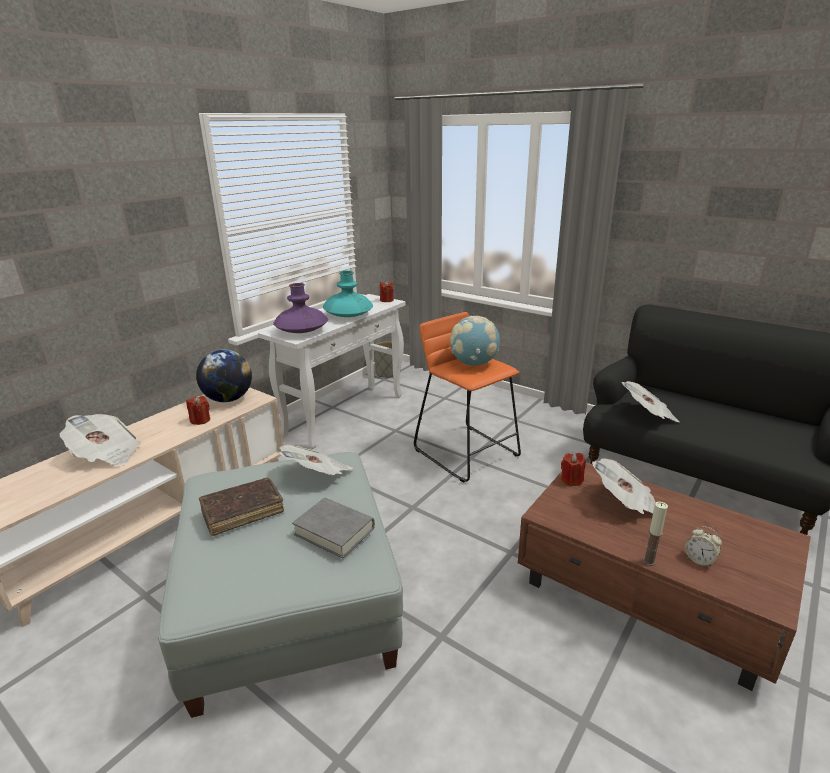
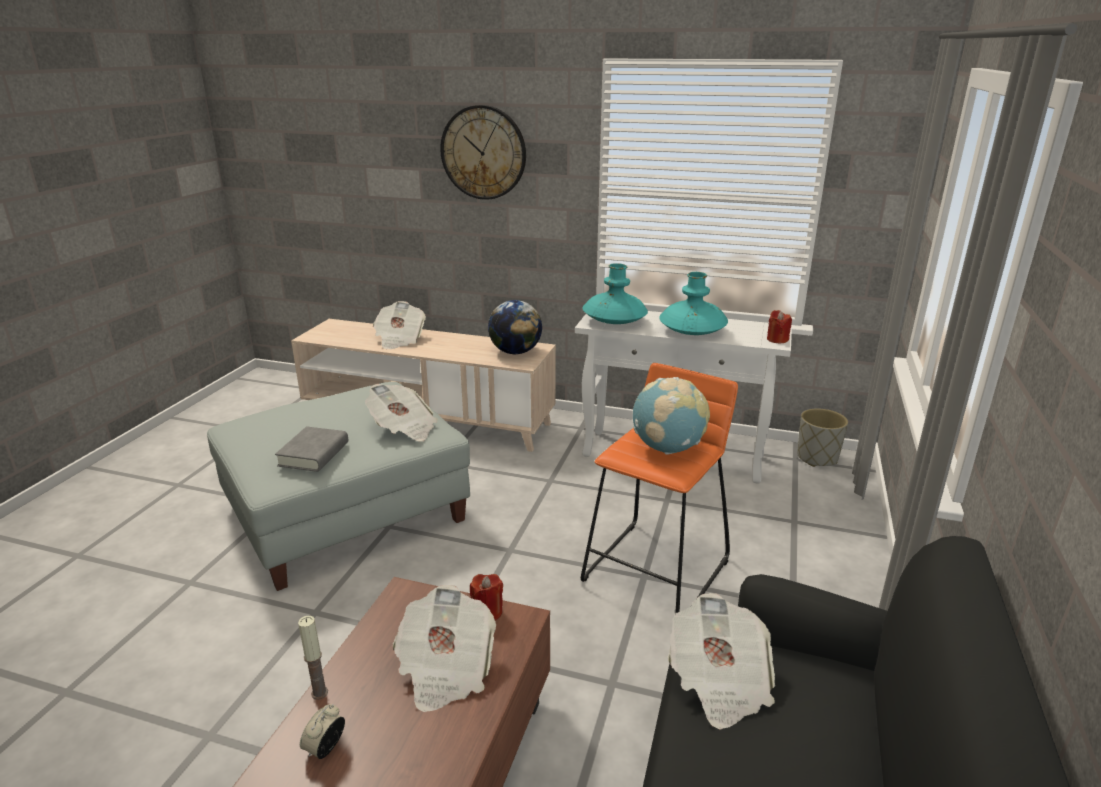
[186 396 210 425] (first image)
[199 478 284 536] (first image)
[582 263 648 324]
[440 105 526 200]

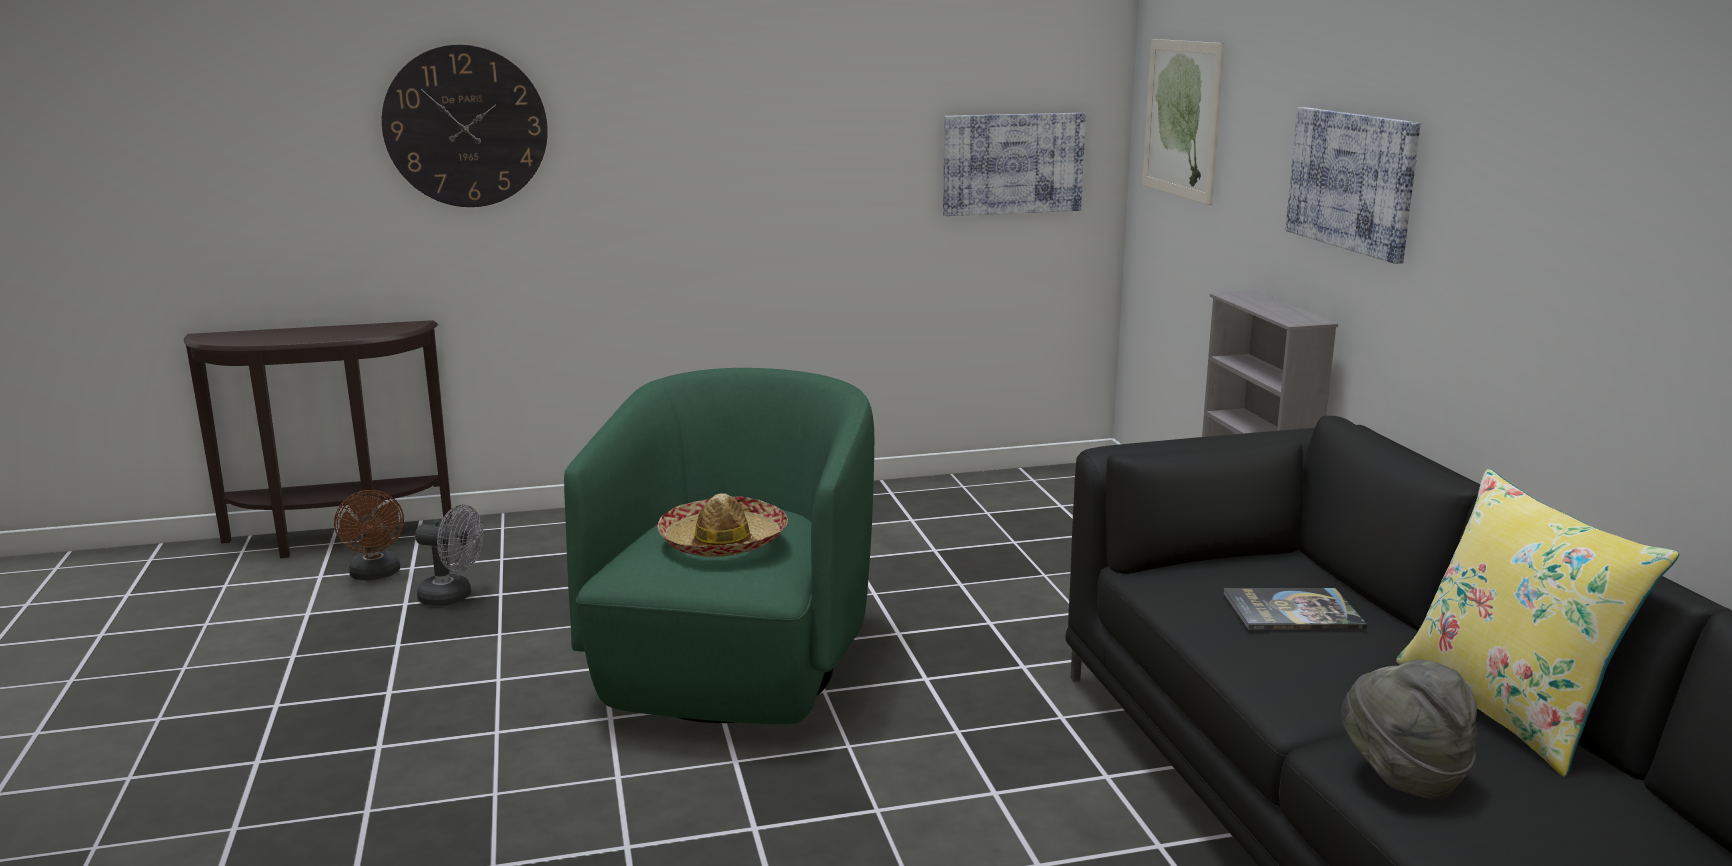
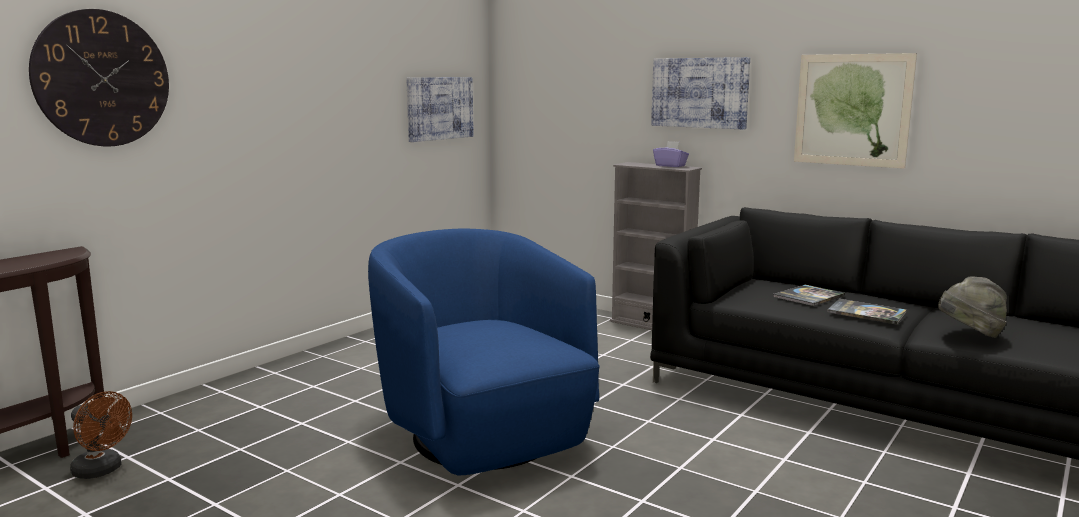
[415 504 484 606] (first image)
[368 229 600 476]
[657 493 788 557] (first image)
[794 53 917 169]
[1396 469 1679 777] (first image)
[653 141 689 167]
[827 299 907 325]

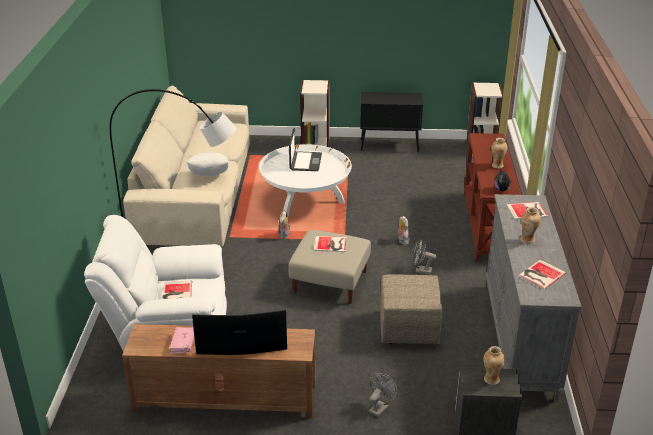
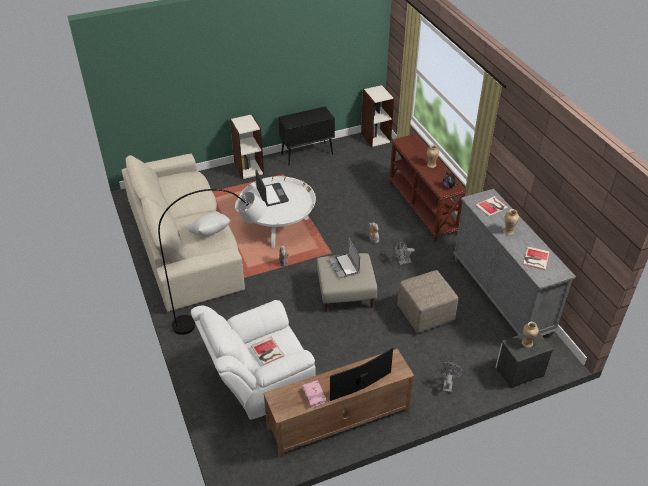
[328 238 360 278]

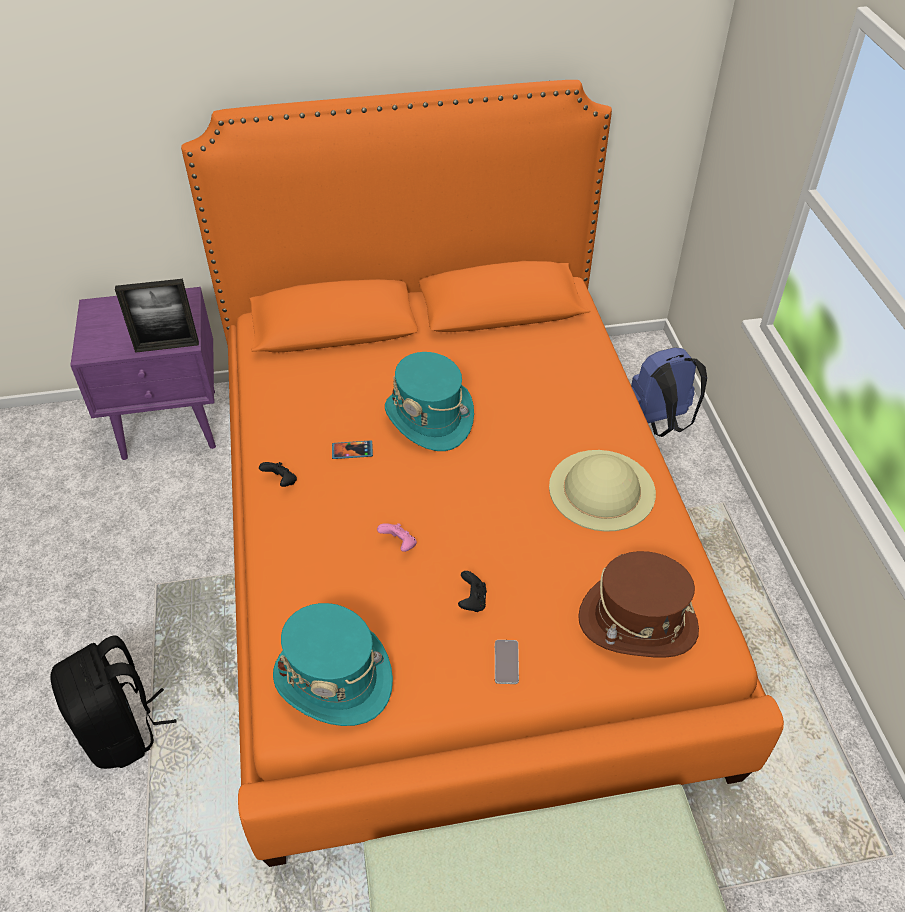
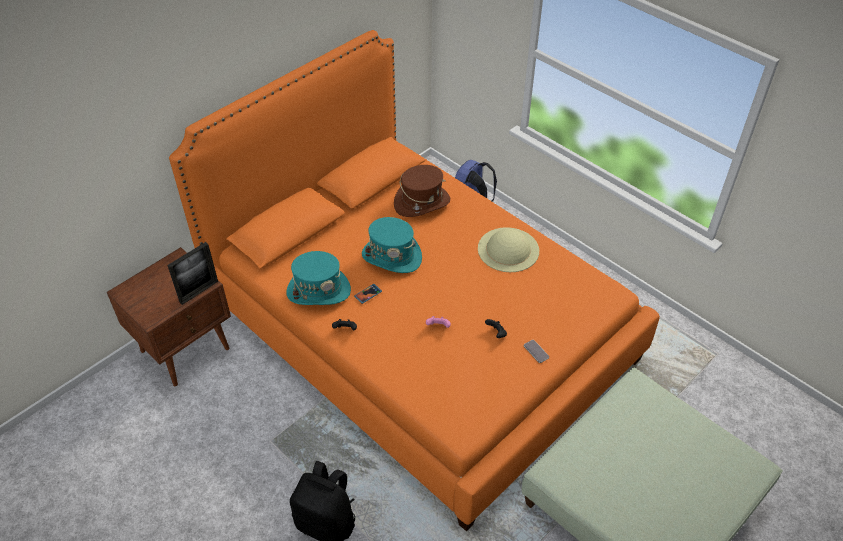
[107 247 231 386]
[286 251 351 305]
[394 165 450 217]

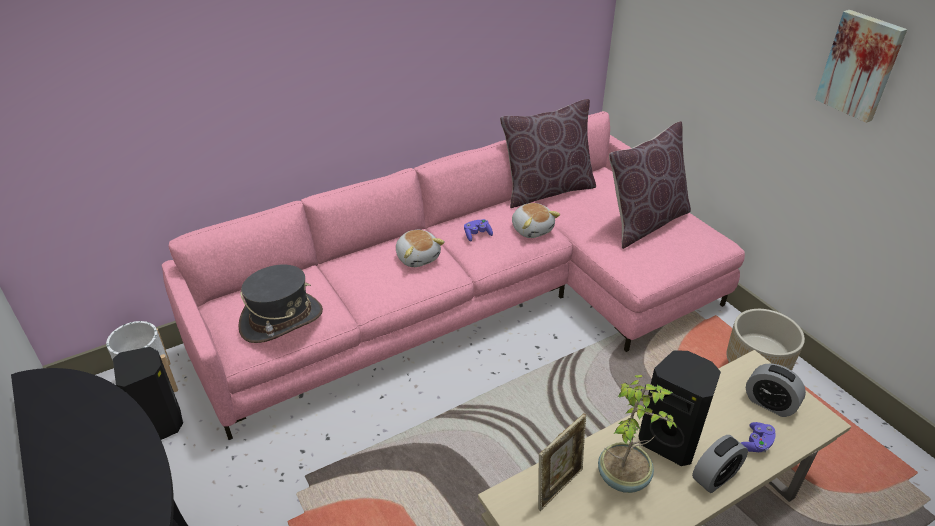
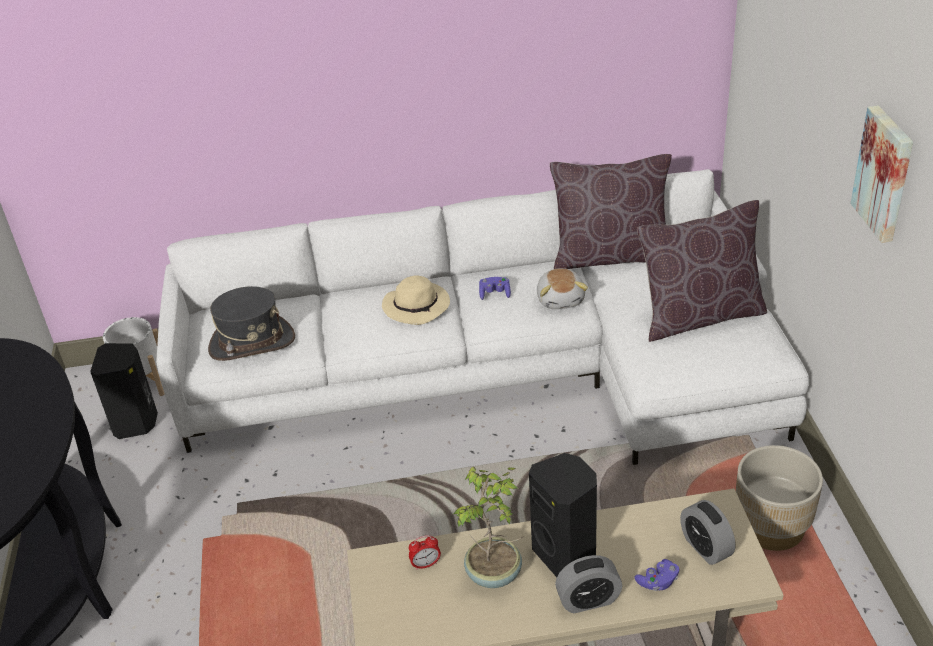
[156 169 809 465]
[382 275 450 325]
[409 535 441 570]

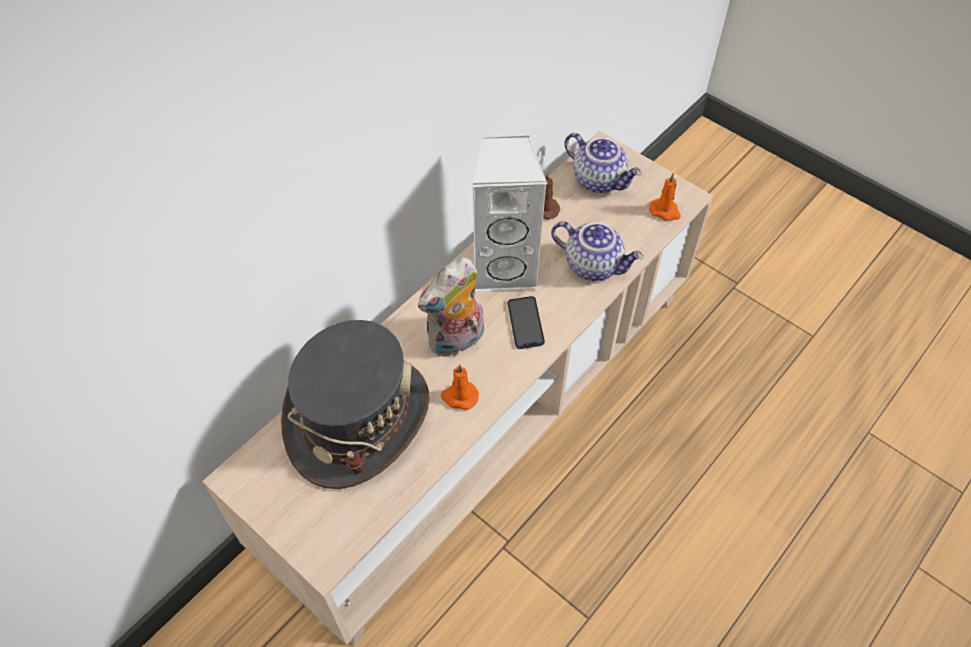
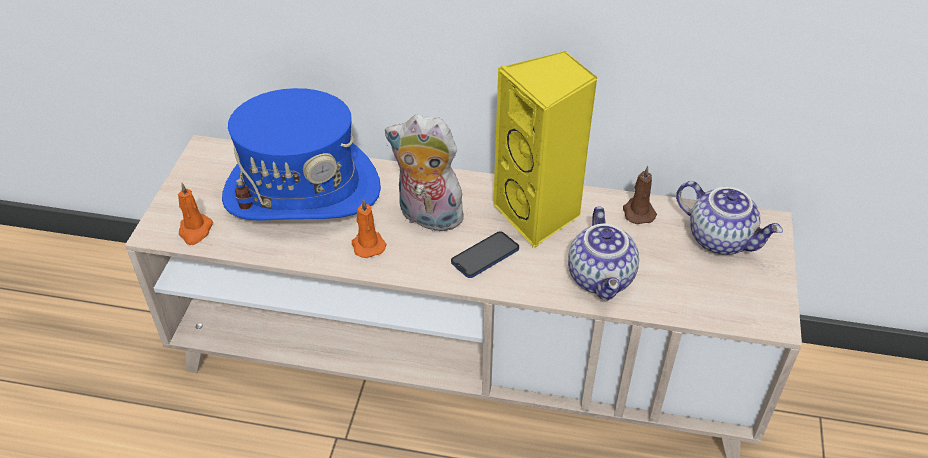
[222 88 381 221]
[493 51 598 248]
[676 181 783 255]
[178 183 213 245]

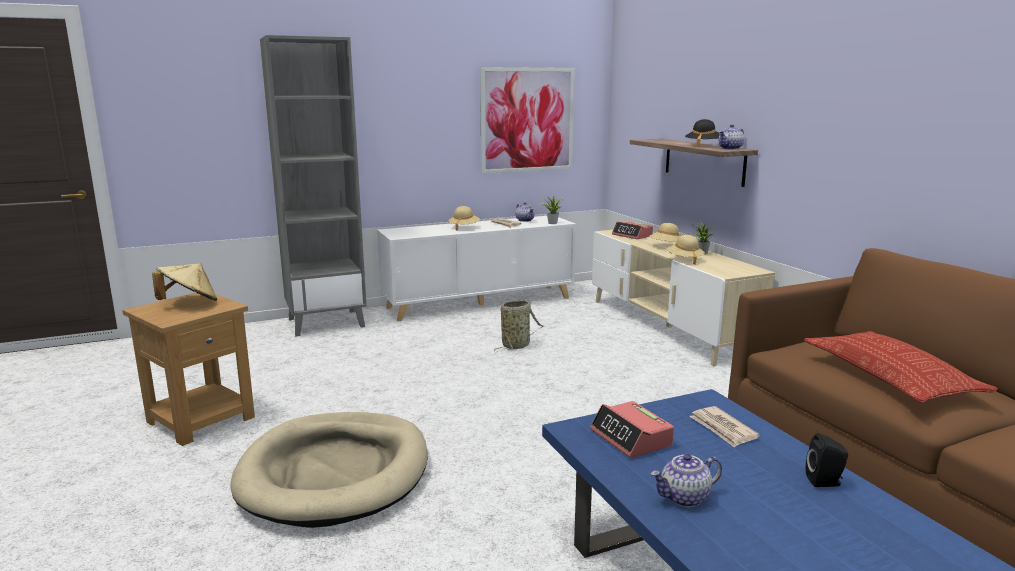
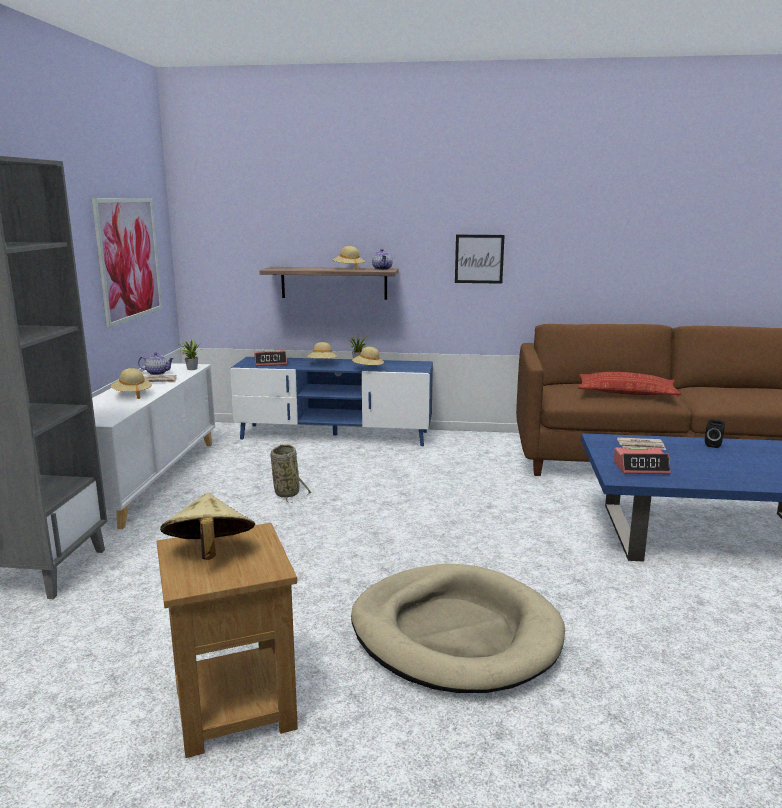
[230 357 433 446]
[651 454 722 507] (first image)
[333 246 365 270]
[455 235 505 284]

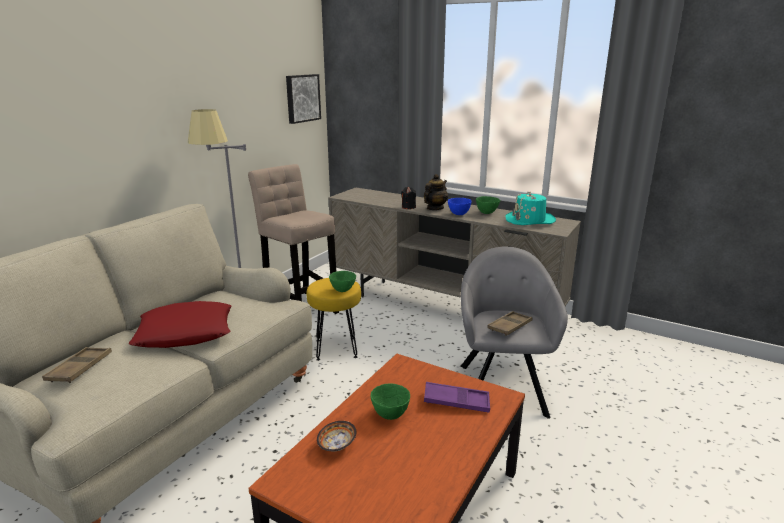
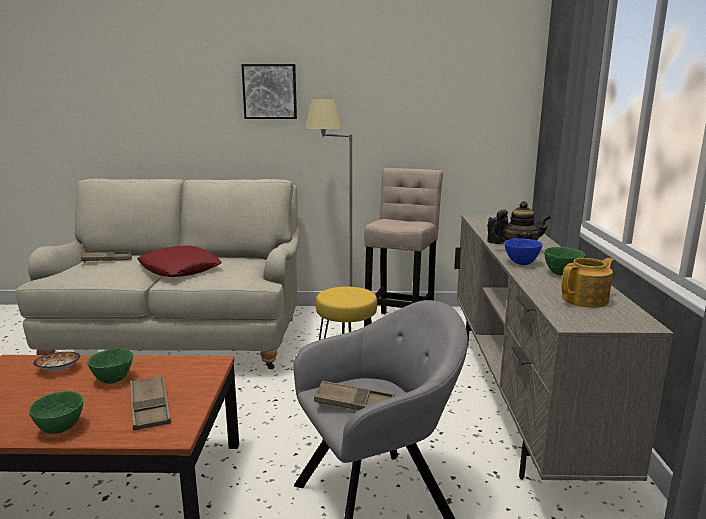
[241 64 297 119]
[29 391 83 434]
[130 376 171 431]
[561 258 614 308]

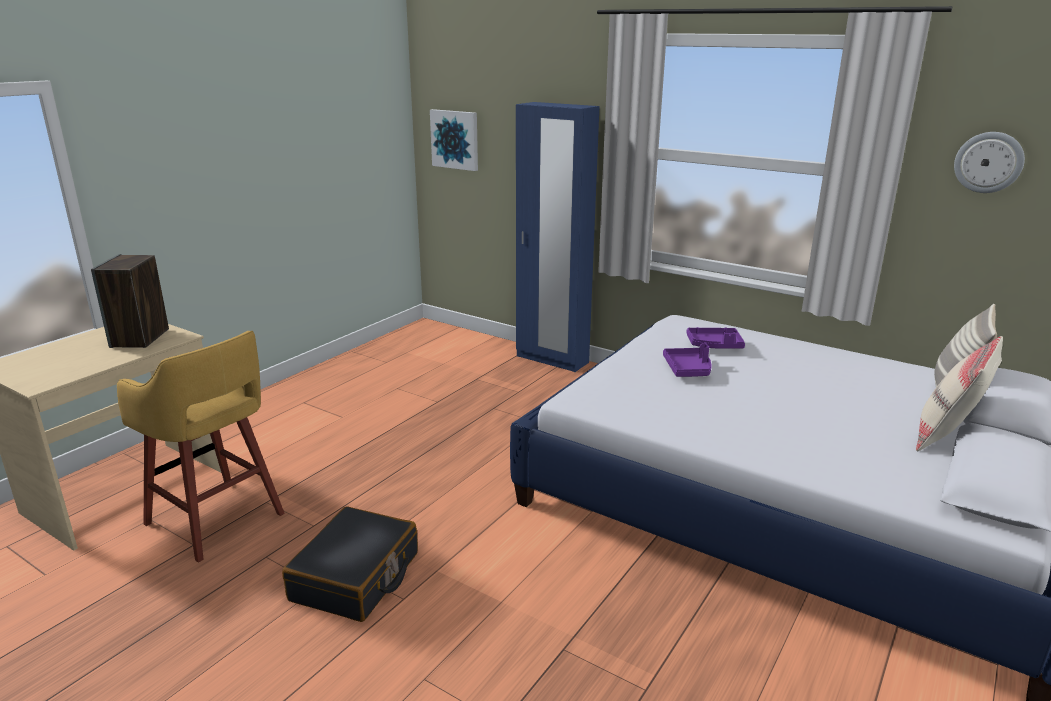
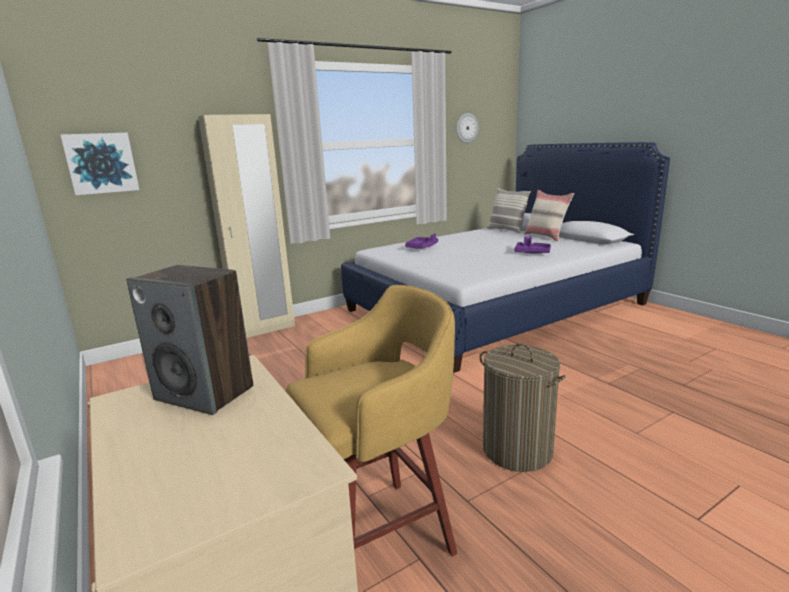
[480 343 566 472]
[198 114 295 338]
[514 236 551 253]

